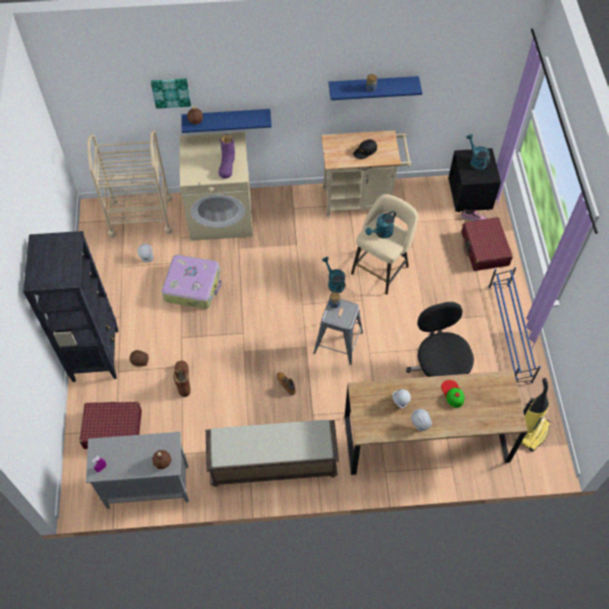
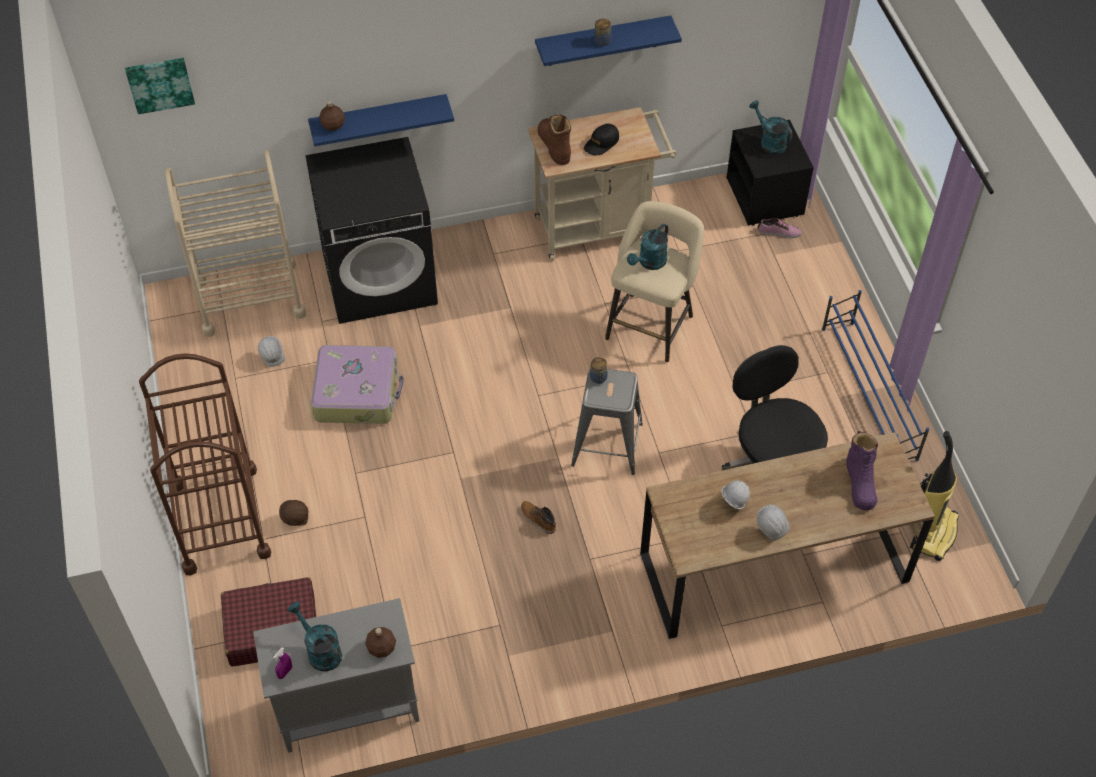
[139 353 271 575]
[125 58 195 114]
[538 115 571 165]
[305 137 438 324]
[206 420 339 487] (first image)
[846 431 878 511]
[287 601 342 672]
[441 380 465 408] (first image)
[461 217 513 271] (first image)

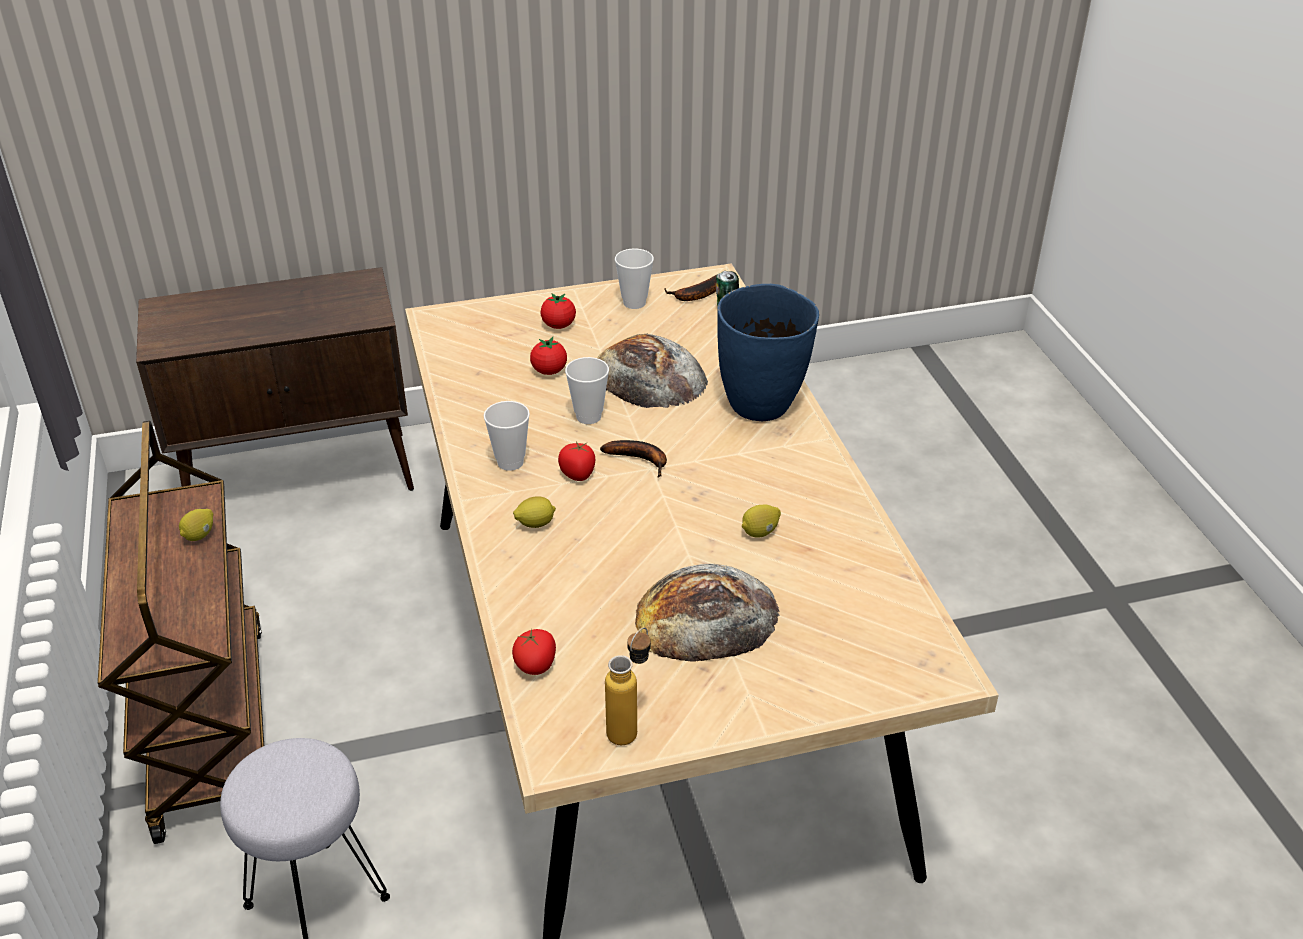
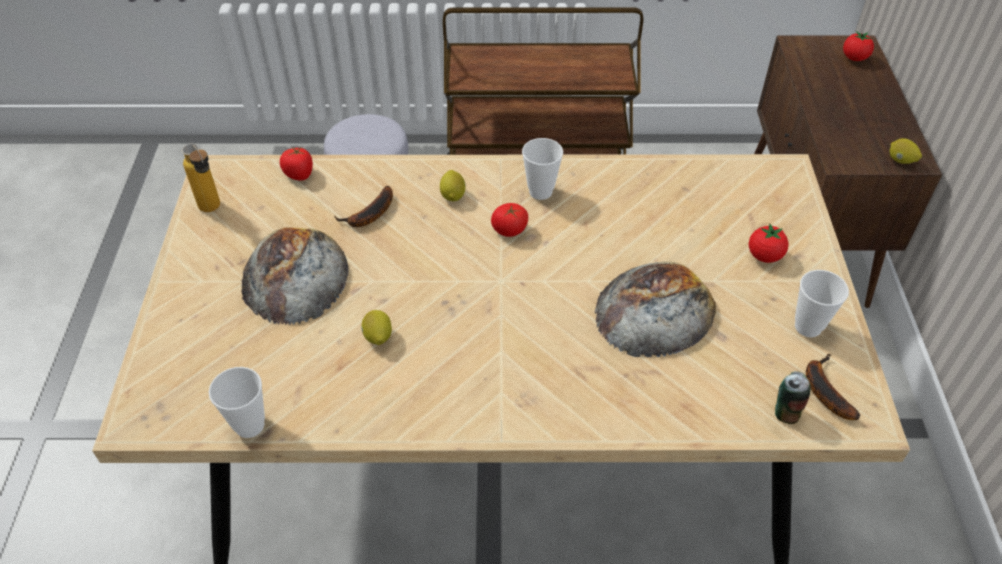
[890 138 922 164]
[843 31 874 61]
[209 367 265 438]
[334 186 393 227]
[717 284 819 421] (first image)

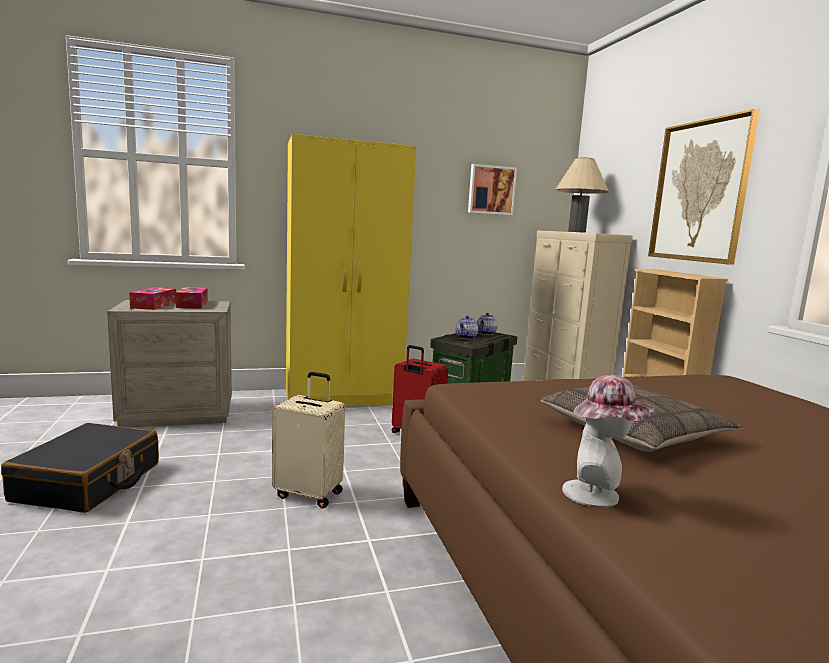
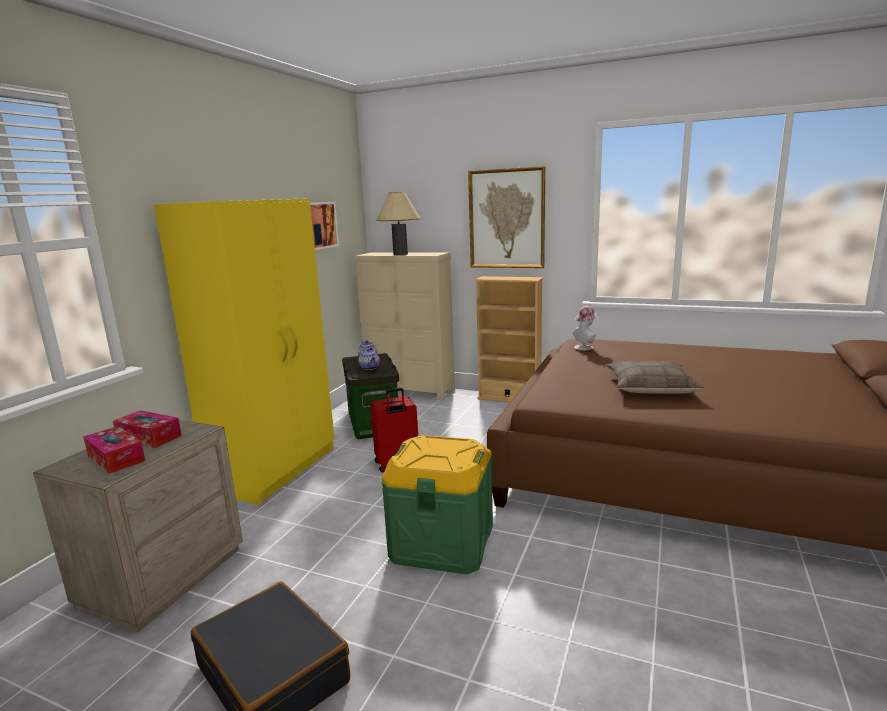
[382 435 493 574]
[573 306 599 350]

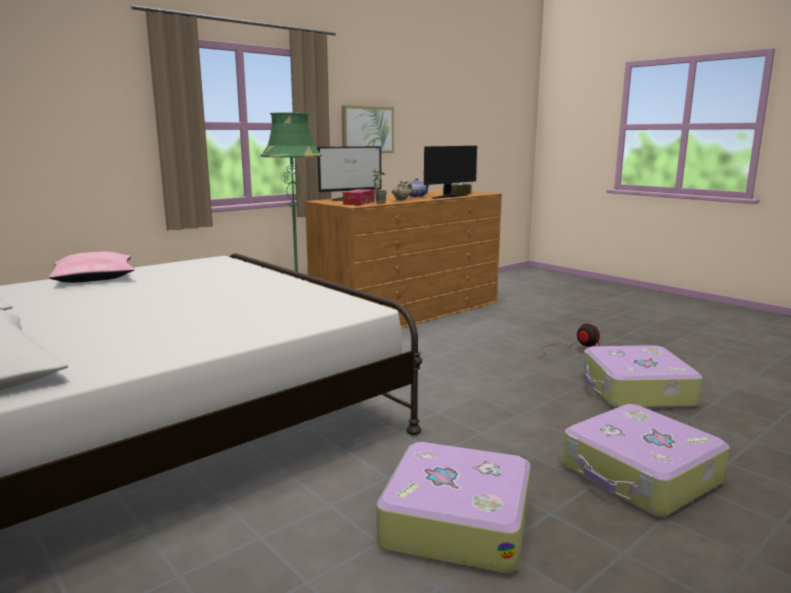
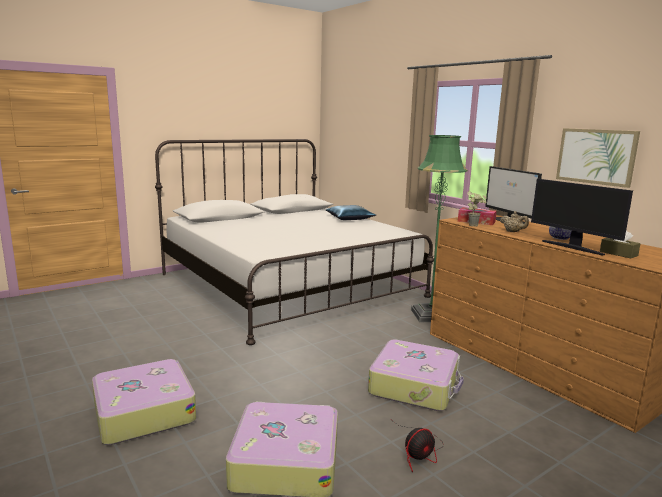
[326 205 376 220]
[368 339 464 411]

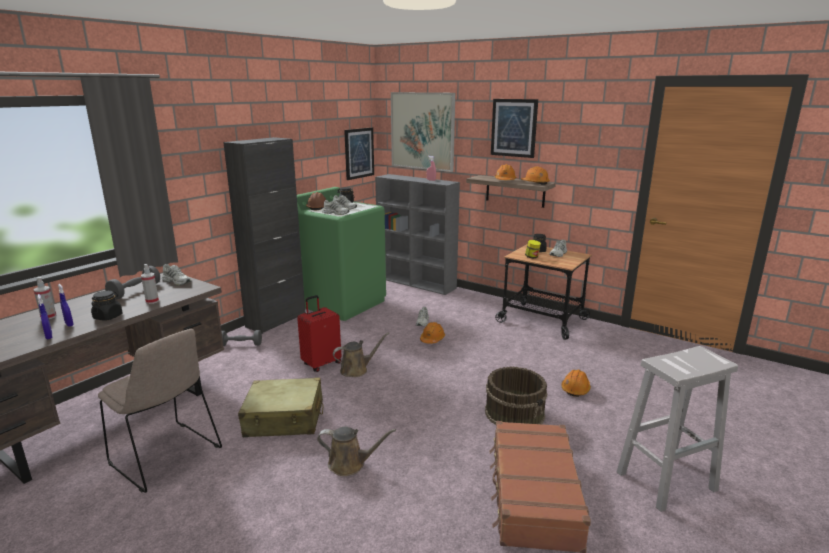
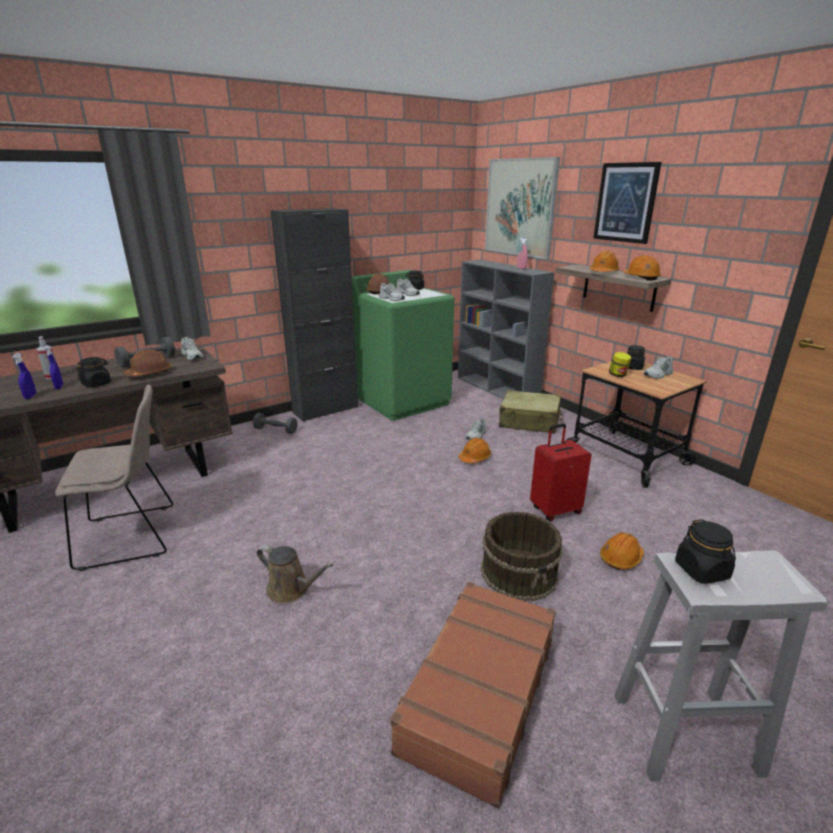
[55 384 173 571]
[124 350 171 377]
[499 390 562 433]
[530 424 592 521]
[333 333 389 377] (first image)
[344 127 374 180] (first image)
[675 519 736 584]

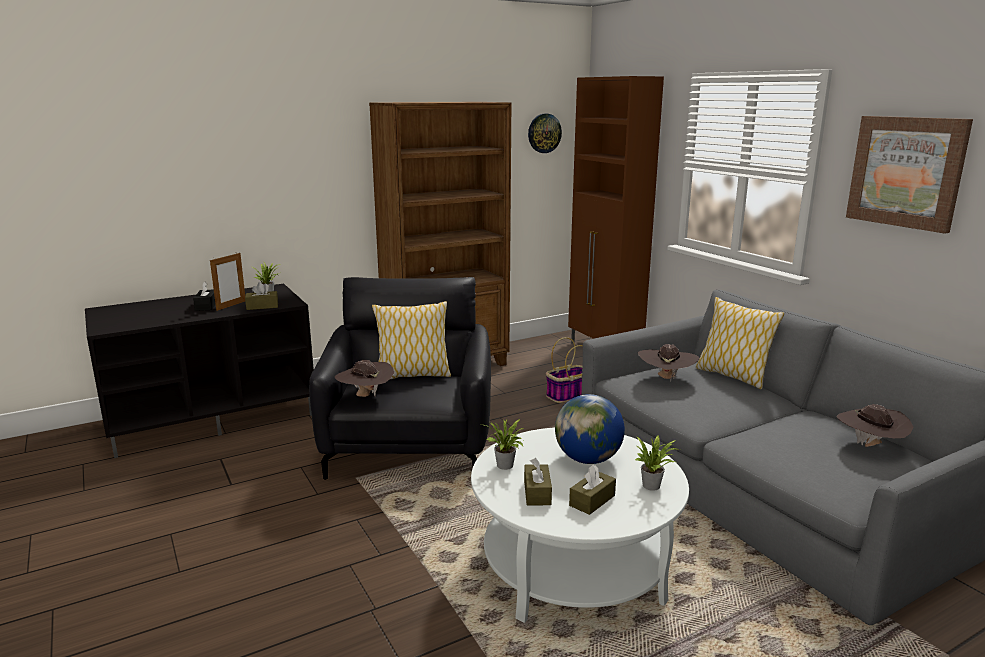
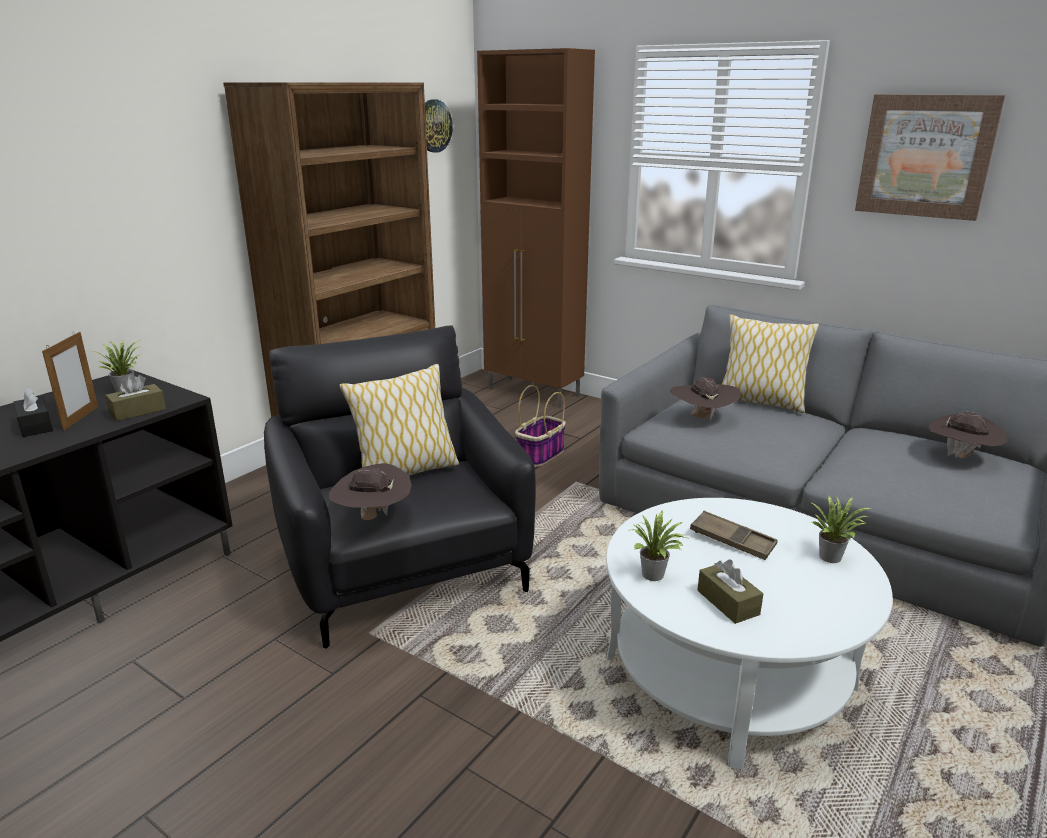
[690 511 778 560]
[569 465 616 515] (first image)

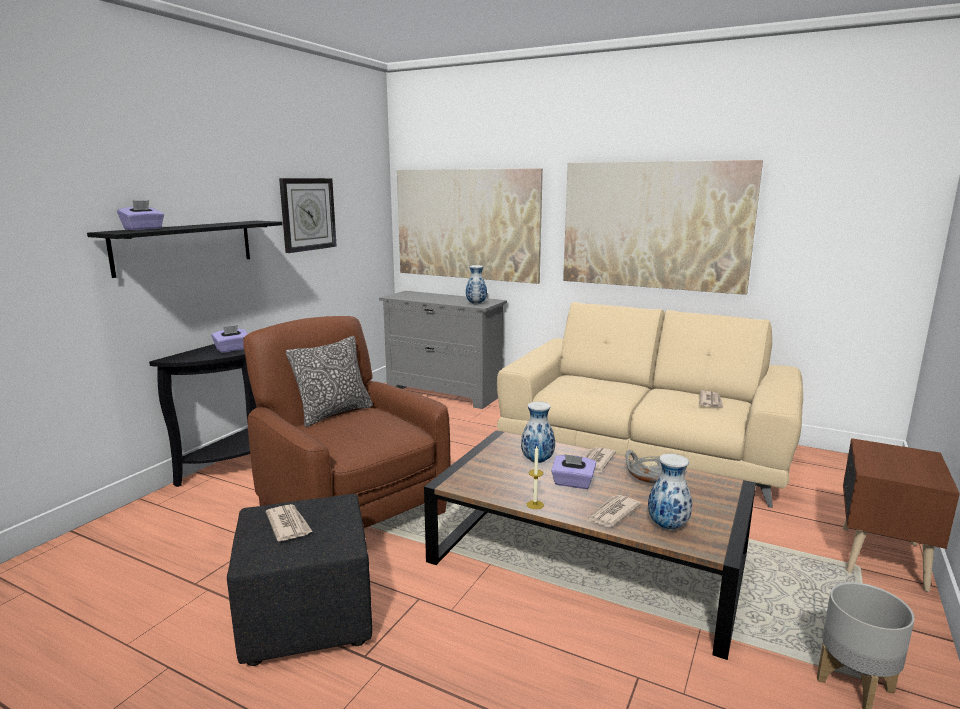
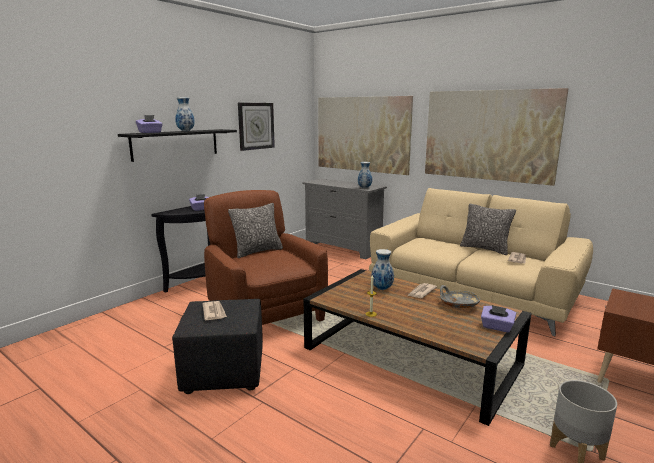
[481 305 516 333]
[587 495 641 528] (first image)
[175 97 195 131]
[460 204 516 255]

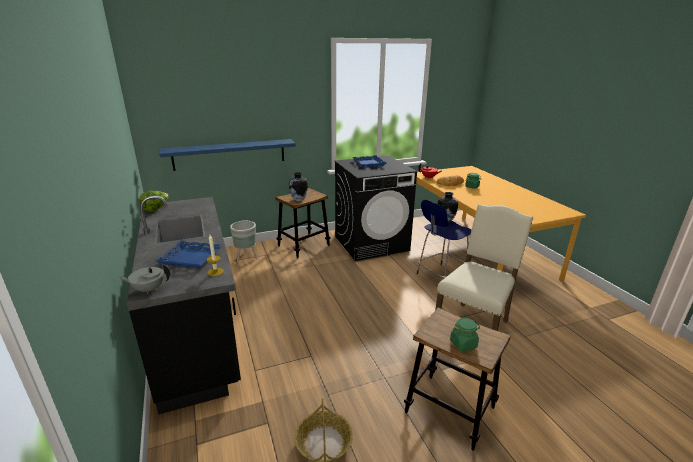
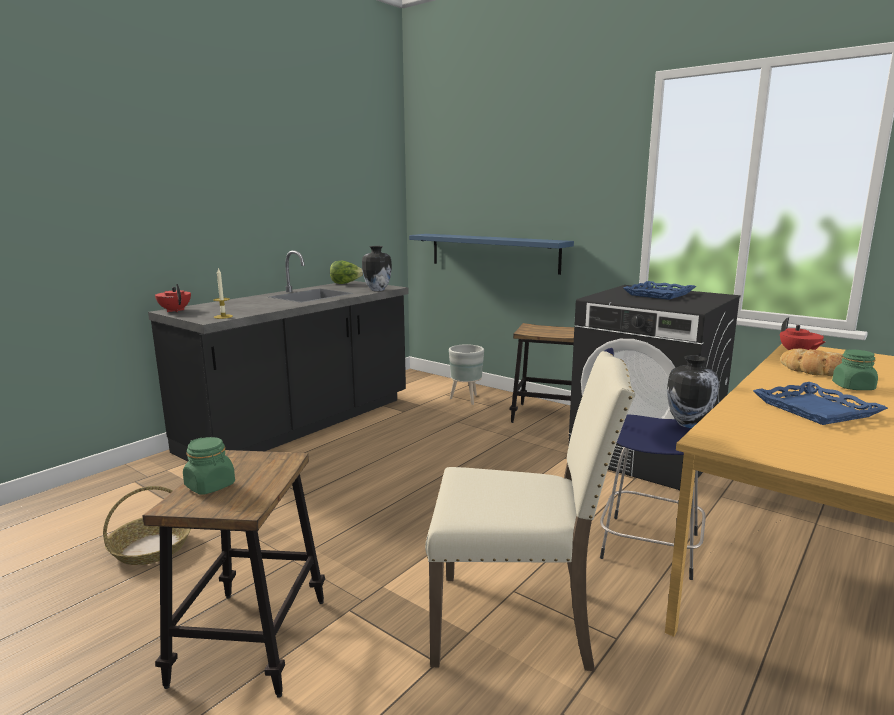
[155 284 191 312]
[753 382 888 425]
[362 246 392 291]

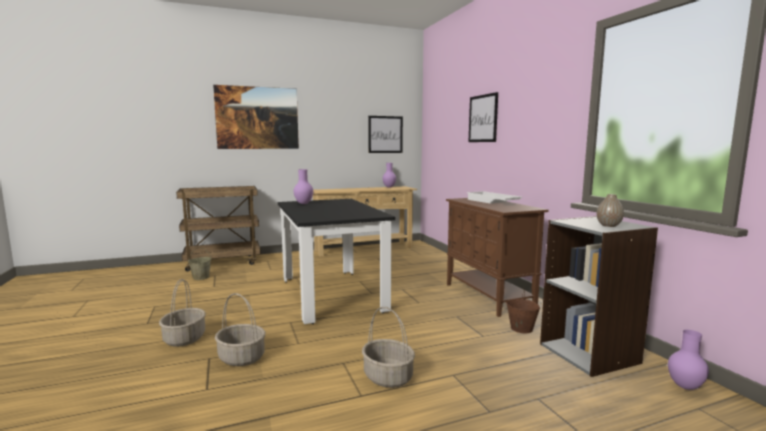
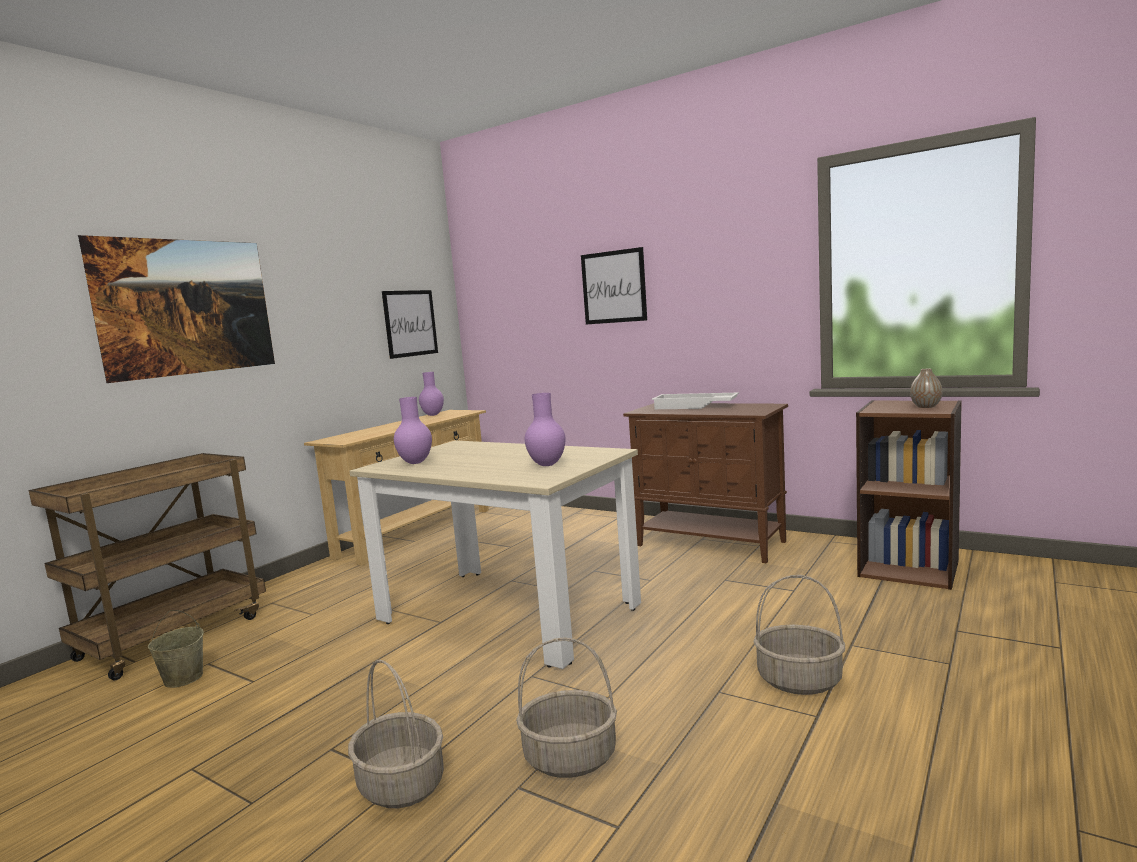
[349 441 641 669]
[506 289 540 333] (first image)
[856 400 962 590]
[525 393 565 466]

